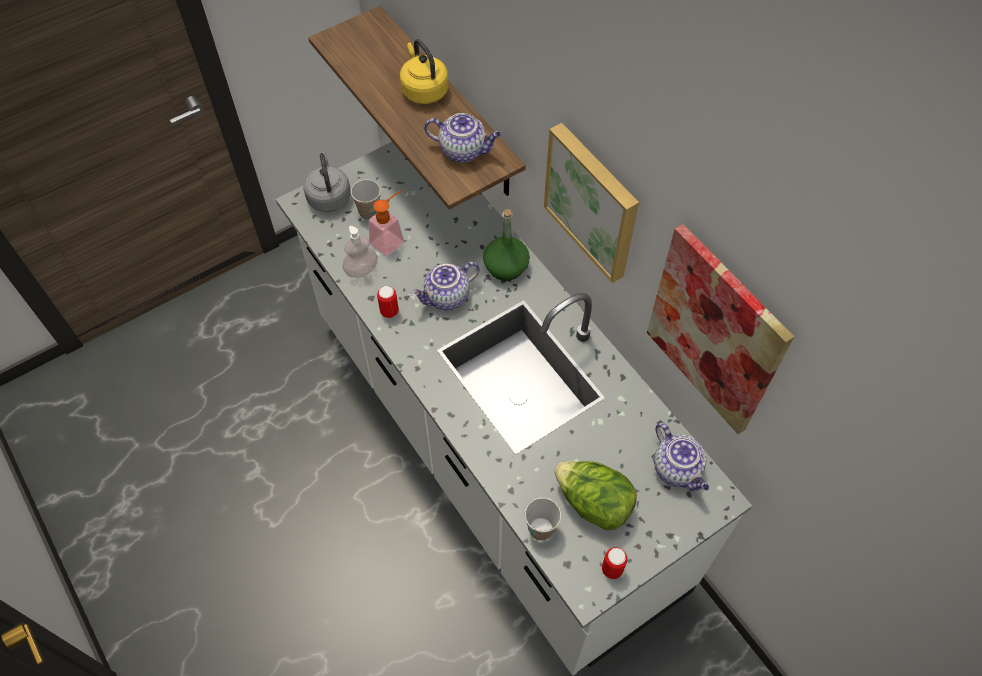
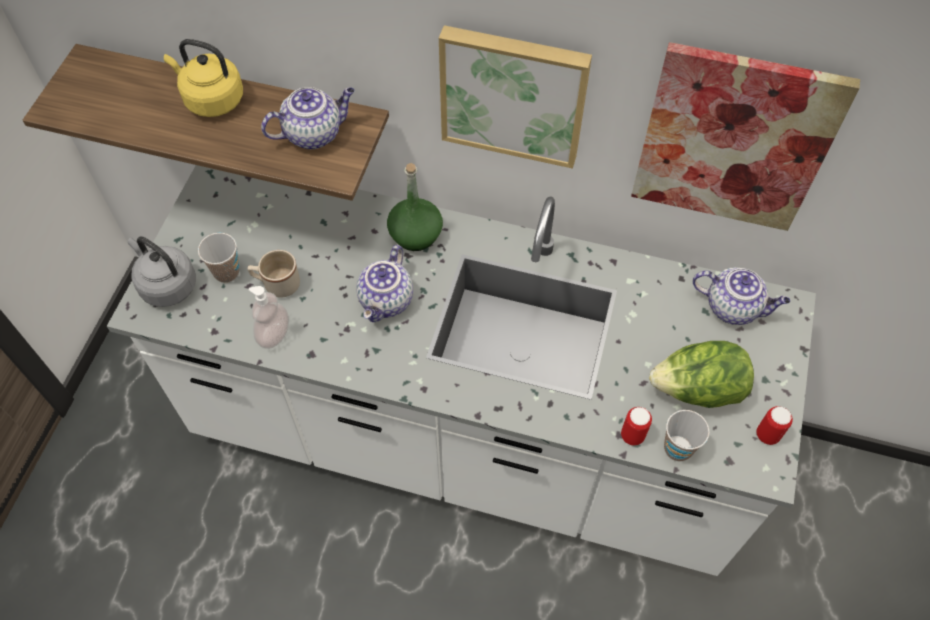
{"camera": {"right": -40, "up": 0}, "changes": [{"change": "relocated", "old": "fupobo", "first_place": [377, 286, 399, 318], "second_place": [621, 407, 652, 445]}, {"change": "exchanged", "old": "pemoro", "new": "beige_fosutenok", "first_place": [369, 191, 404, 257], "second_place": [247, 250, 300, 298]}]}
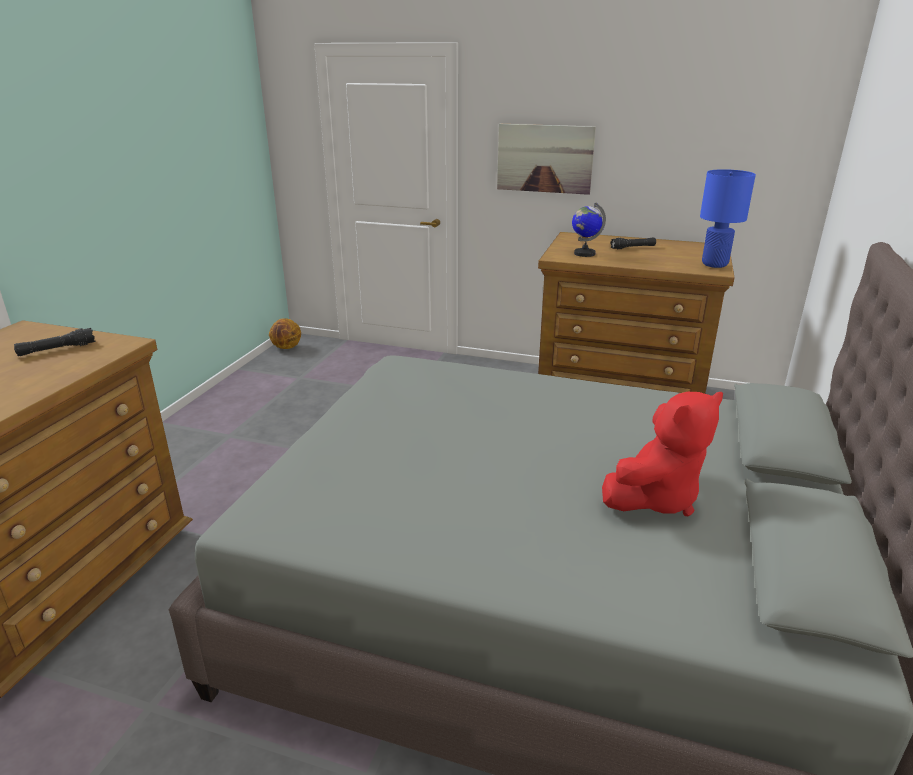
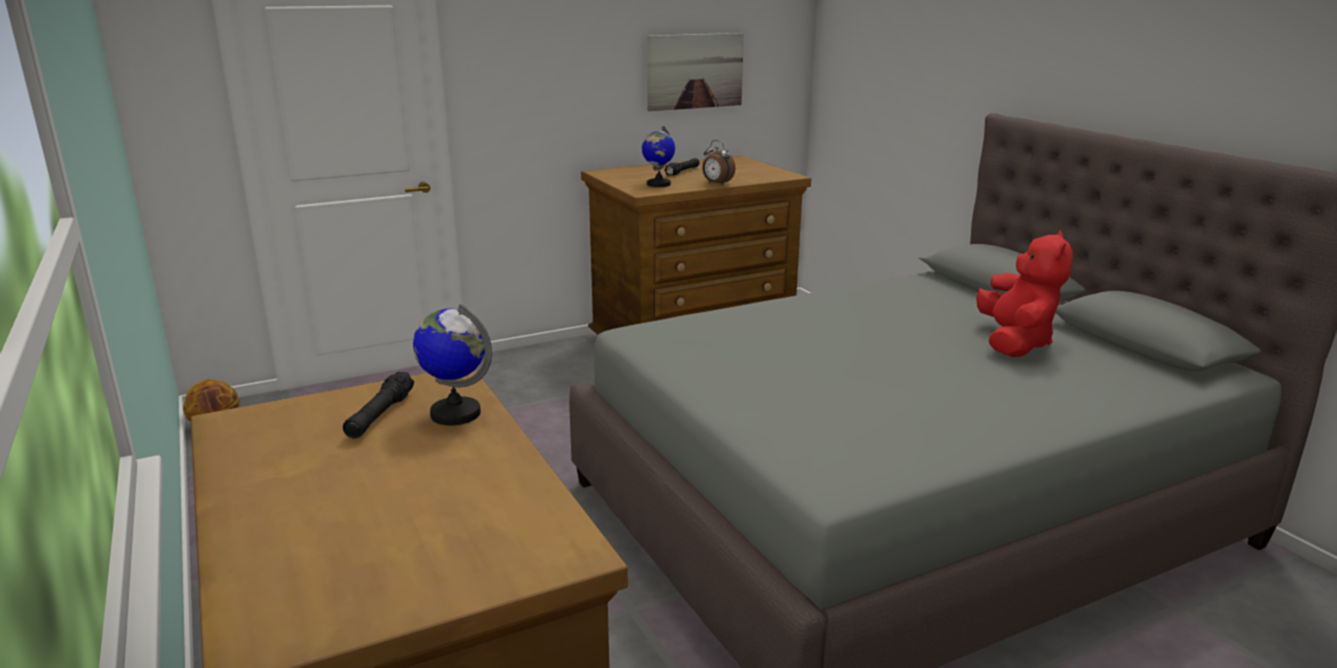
{"camera": {"right": -45, "up": -5}, "changes": [{"change": "missing", "old": "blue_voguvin", "first_place": [700, 169, 756, 268]}, {"change": "appeared", "new": "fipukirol", "second_place": [413, 304, 492, 425]}, {"change": "appeared", "new": "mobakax", "second_place": [702, 140, 736, 185]}, {"change": "relocated", "old": "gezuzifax", "first_place": [497, 124, 596, 195], "second_place": [647, 33, 744, 111]}]}
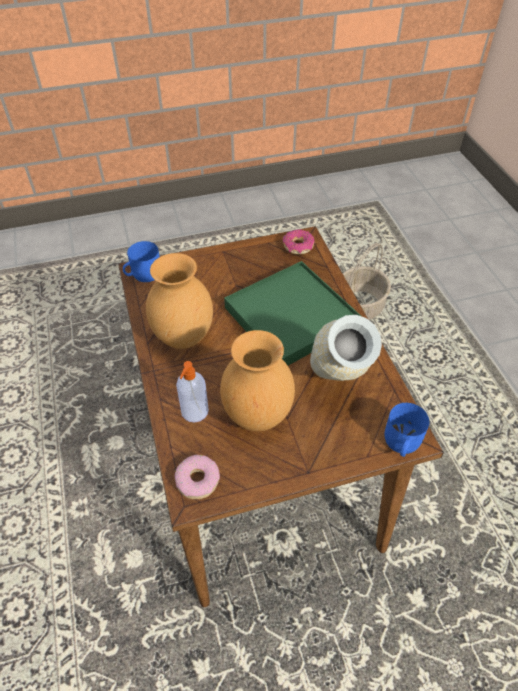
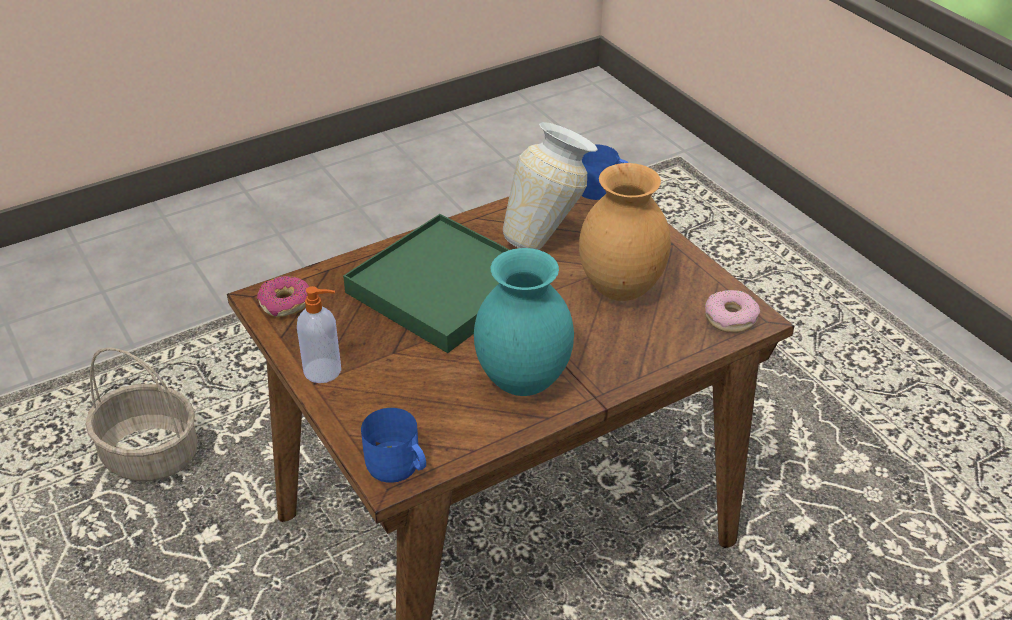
{"camera": {"right": -105, "up": -10}, "changes": [{"change": "relocated", "old": "pemoro", "first_place": [176, 361, 209, 423], "second_place": [297, 286, 341, 383]}, {"change": "colour", "old": "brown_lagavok", "new": "turquoise_lagavok", "first_place": [146, 253, 213, 349], "second_place": [474, 248, 574, 396]}]}
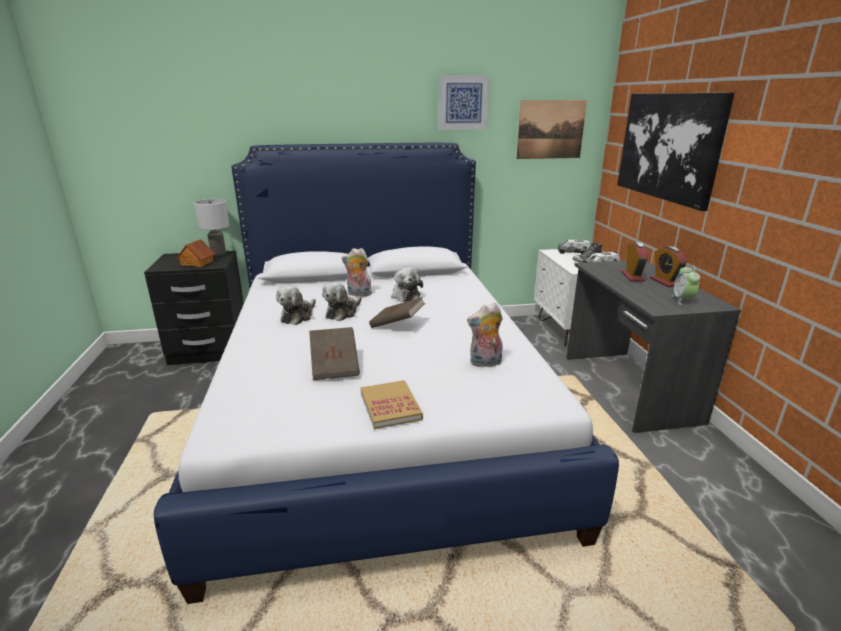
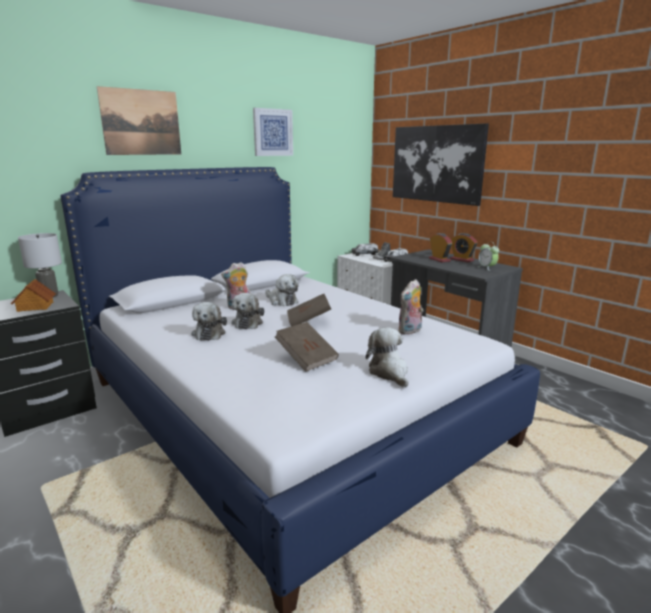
{"camera": {"right": -30, "up": -5}, "changes": [{"change": "relocated", "old": "gezuzifax", "first_place": [516, 100, 587, 159], "second_place": [97, 86, 181, 155]}, {"change": "exchanged", "old": "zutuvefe", "new": "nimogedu", "first_place": [361, 380, 423, 429], "second_place": [366, 327, 409, 387]}]}
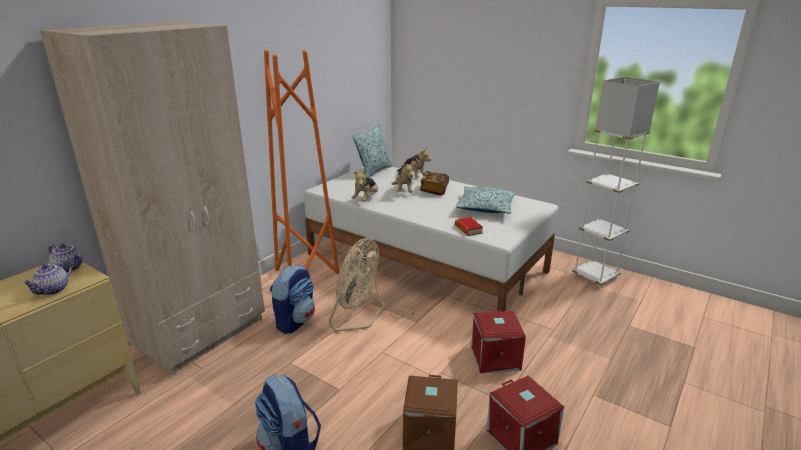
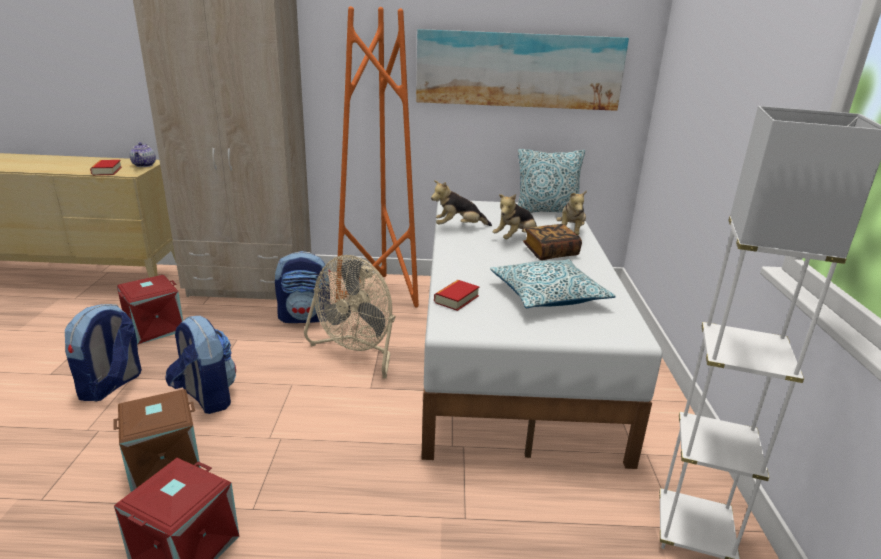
{"camera": {"right": 55, "up": 0}, "changes": [{"change": "appeared", "new": "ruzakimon", "second_place": [165, 316, 236, 414]}, {"change": "appeared", "new": "gezuzifax", "second_place": [416, 29, 629, 111]}, {"change": "relocated", "old": "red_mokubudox", "first_place": [471, 310, 526, 373], "second_place": [117, 275, 183, 345]}, {"change": "exchanged", "old": "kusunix", "new": "zutuvefe", "first_place": [22, 260, 72, 295], "second_place": [90, 160, 122, 175]}, {"change": "spun", "old": "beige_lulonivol", "first_place": [329, 238, 415, 333], "second_place": [304, 255, 396, 379], "degrees": -135}]}
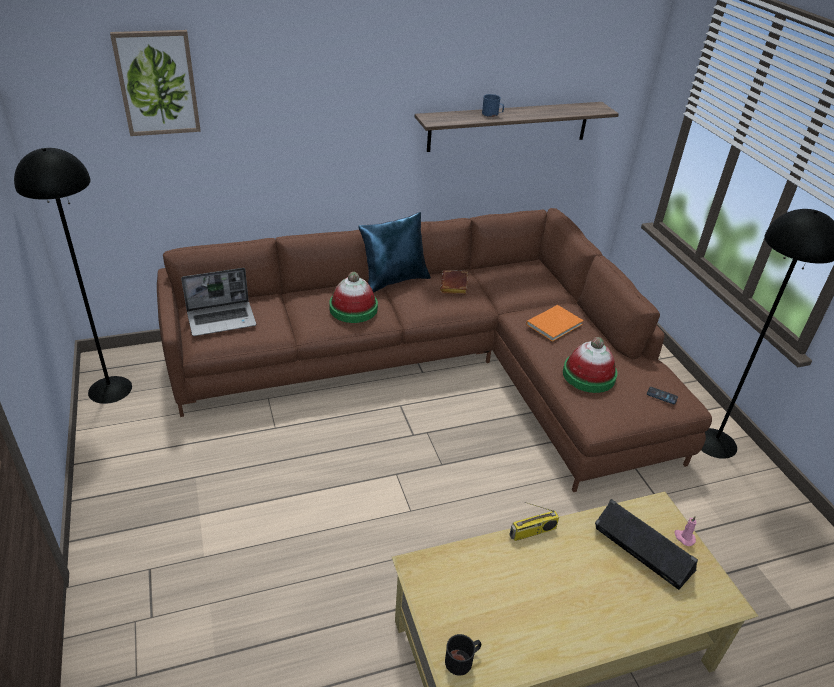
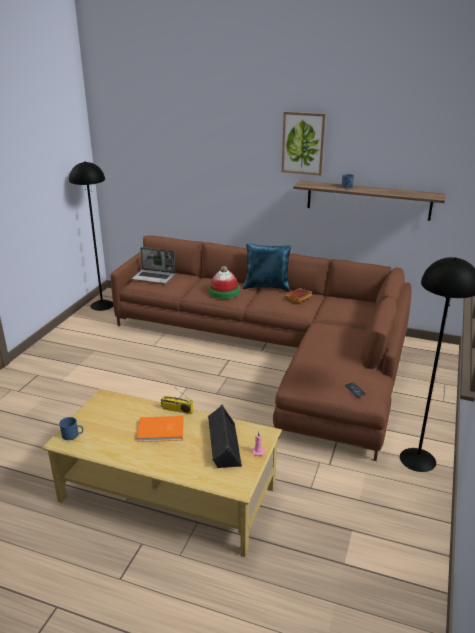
{"camera": {"right": 40, "up": -10}, "changes": [{"change": "missing", "old": "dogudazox", "first_place": [563, 337, 617, 393]}, {"change": "relocated", "old": "gezuzifax", "first_place": [110, 30, 201, 136], "second_place": [282, 111, 326, 175]}, {"change": "relocated", "old": "orange_zutuvefe", "first_place": [526, 305, 584, 342], "second_place": [137, 416, 184, 442]}, {"change": "colour", "old": "black_fosutenok", "new": "blue_fosutenok", "first_place": [445, 634, 481, 676], "second_place": [59, 417, 83, 440]}]}
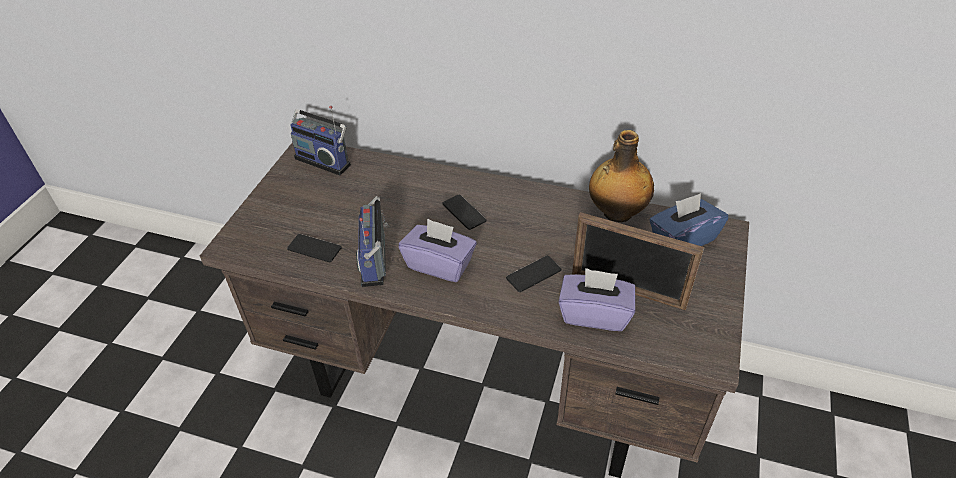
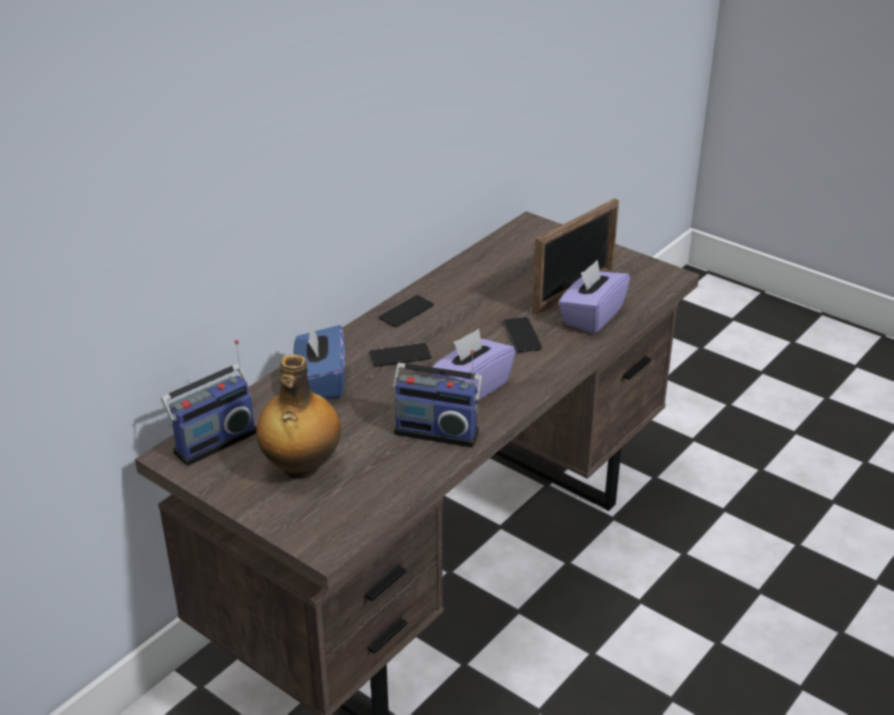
{"camera": {"right": -70, "up": -10}, "changes": [{"change": "relocated", "old": "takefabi", "first_place": [287, 234, 342, 262], "second_place": [379, 295, 434, 327]}, {"change": "relocated", "old": "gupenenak", "first_place": [589, 130, 654, 222], "second_place": [256, 354, 341, 479]}, {"change": "relocated", "old": "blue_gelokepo", "first_place": [649, 193, 728, 246], "second_place": [293, 322, 345, 399]}]}
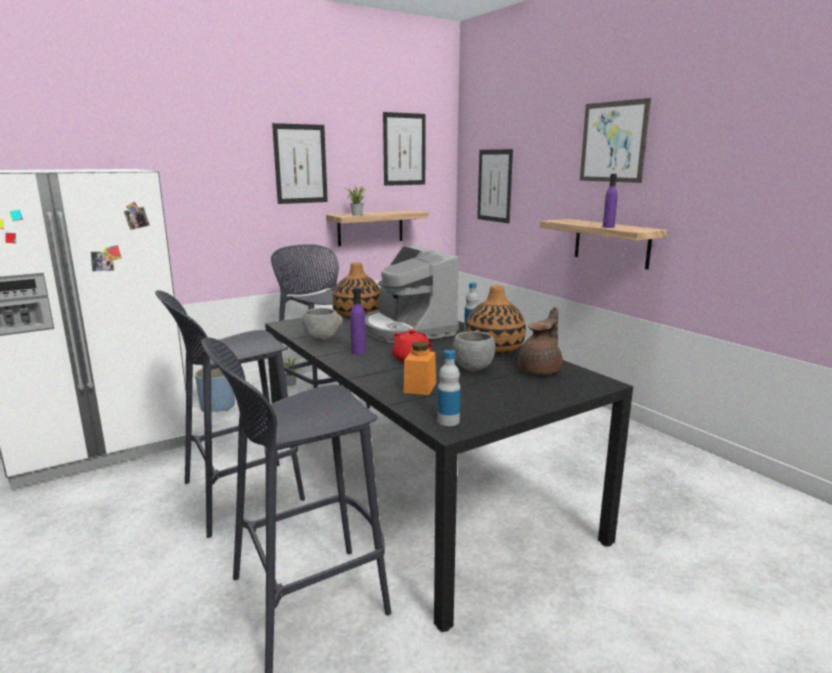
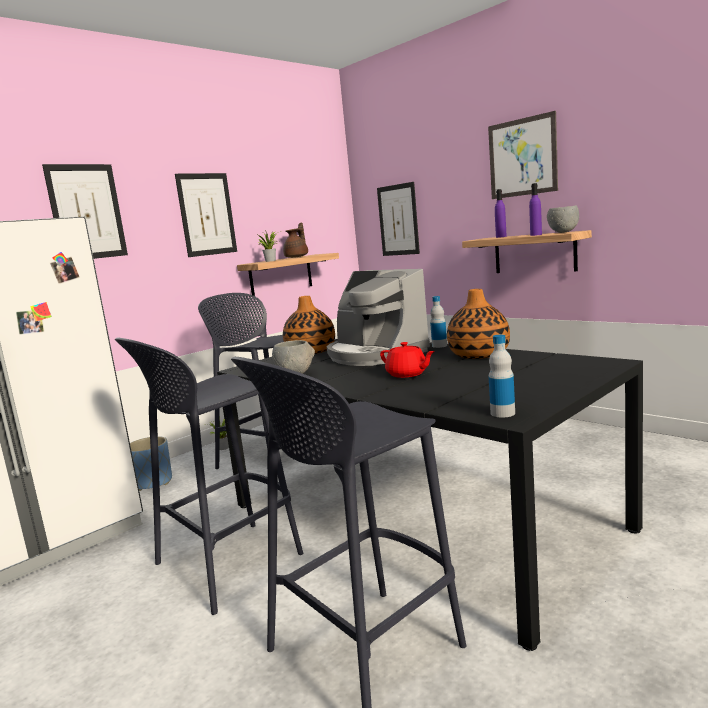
{"camera": {"right": -10, "up": -5}, "changes": [{"change": "missing", "old": "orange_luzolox", "first_place": [403, 341, 436, 395]}, {"change": "relocated", "old": "purple_gupenenak", "first_place": [350, 288, 366, 355], "second_place": [495, 189, 507, 238]}, {"change": "relocated", "old": "gezuzifax", "first_place": [383, 112, 426, 186], "second_place": [42, 164, 128, 259]}, {"change": "relocated", "old": "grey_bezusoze", "first_place": [452, 331, 495, 371], "second_place": [547, 205, 579, 233]}, {"change": "relocated", "old": "brown_kusunix", "first_place": [518, 307, 563, 374], "second_place": [283, 222, 308, 258]}]}
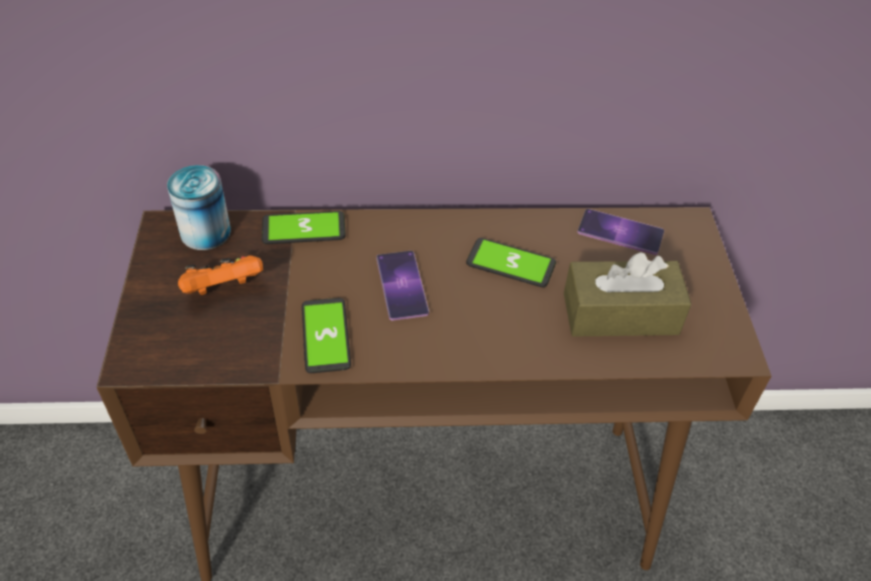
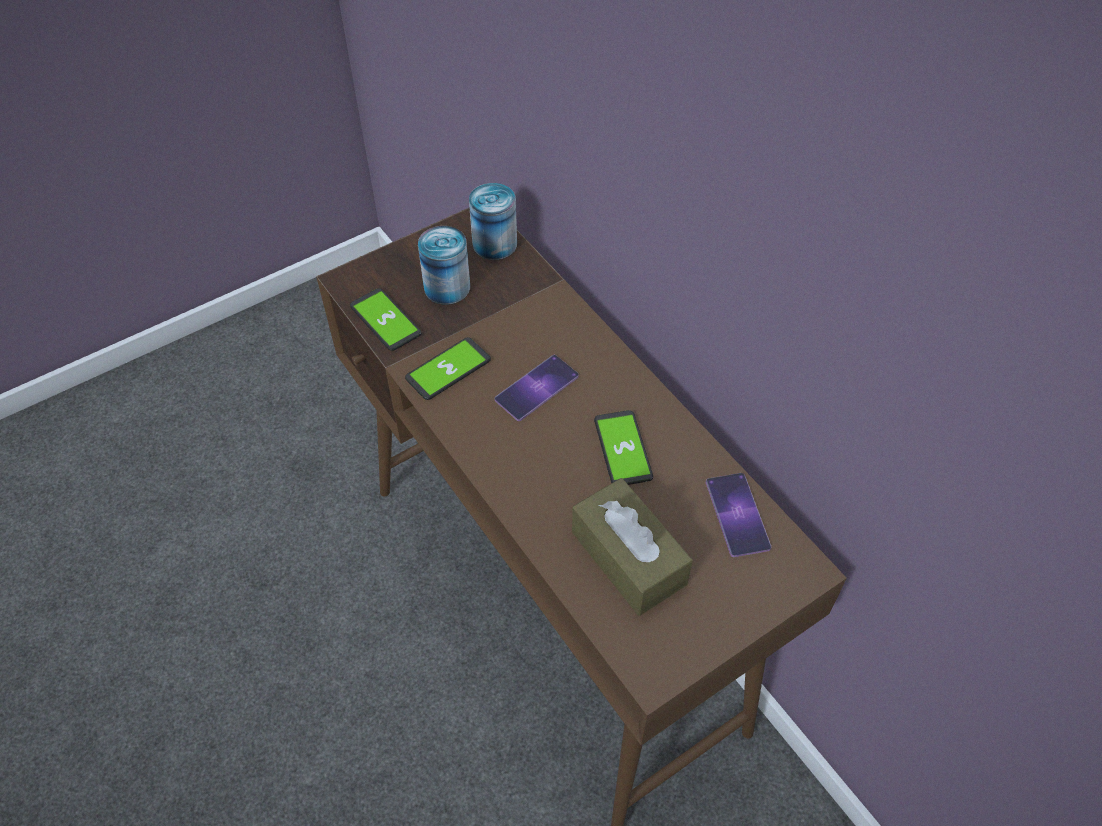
{"camera": {"right": 60, "up": 5}, "changes": [{"change": "relocated", "old": "takefabi", "first_place": [262, 211, 346, 244], "second_place": [350, 288, 422, 351]}, {"change": "exchanged", "old": "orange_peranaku", "new": "fupobo", "first_place": [178, 256, 263, 295], "second_place": [418, 226, 470, 305]}]}
